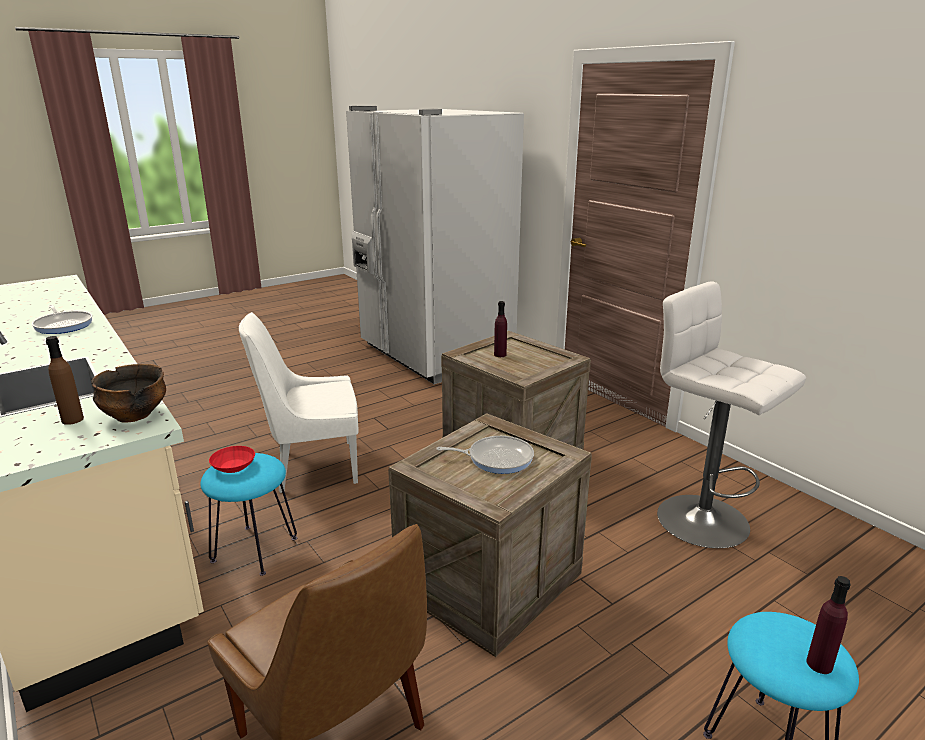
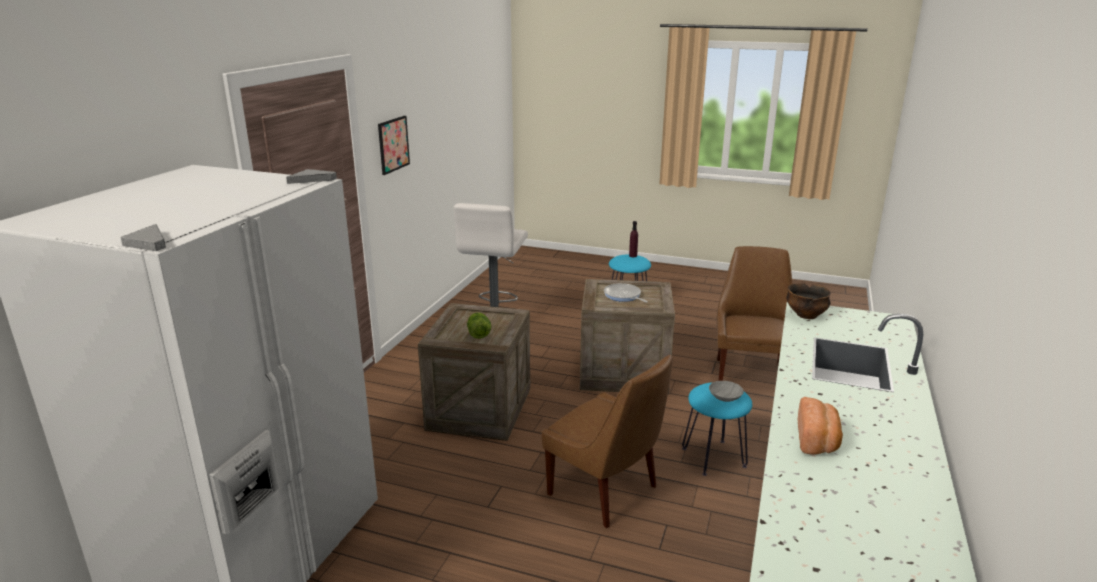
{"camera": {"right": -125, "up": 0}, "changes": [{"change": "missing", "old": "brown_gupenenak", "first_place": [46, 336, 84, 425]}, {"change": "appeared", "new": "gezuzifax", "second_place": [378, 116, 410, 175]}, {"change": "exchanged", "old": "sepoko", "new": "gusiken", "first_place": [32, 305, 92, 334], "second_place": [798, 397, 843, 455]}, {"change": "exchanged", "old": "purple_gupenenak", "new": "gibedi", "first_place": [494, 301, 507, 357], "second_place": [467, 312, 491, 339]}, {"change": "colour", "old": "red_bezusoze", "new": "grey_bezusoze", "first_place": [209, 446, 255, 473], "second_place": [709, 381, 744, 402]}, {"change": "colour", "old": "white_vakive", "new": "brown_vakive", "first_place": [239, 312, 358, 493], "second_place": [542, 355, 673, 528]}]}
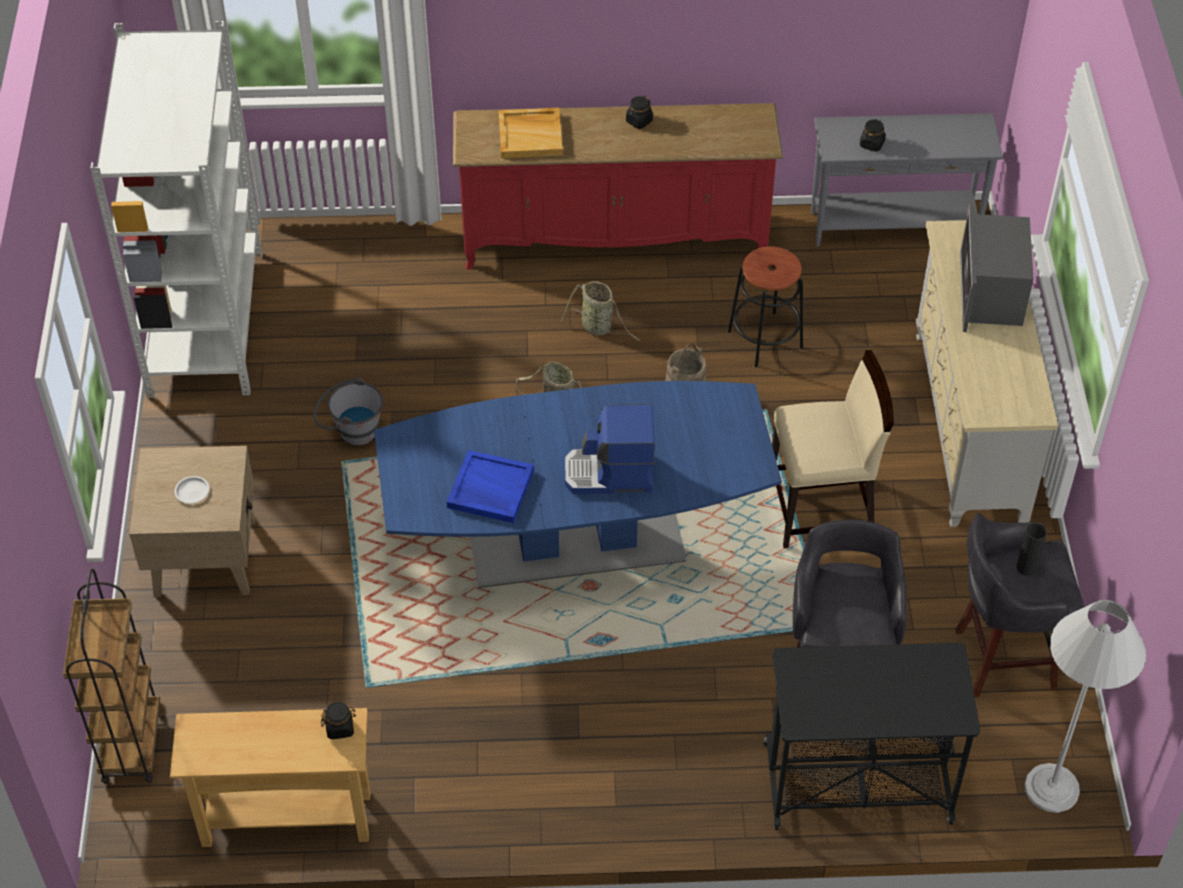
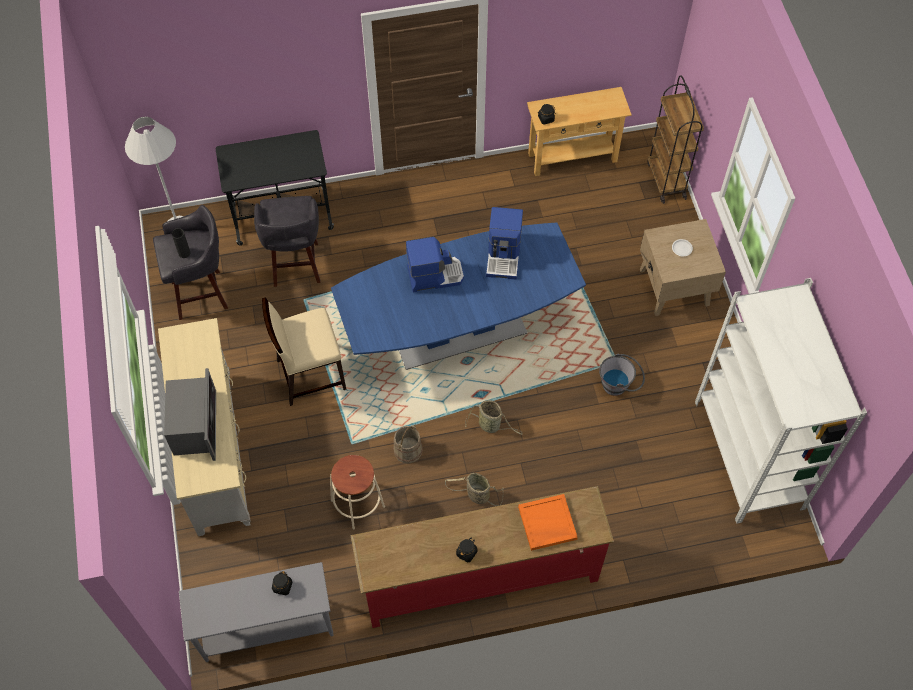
{"camera": {"right": 170, "up": 10}, "changes": [{"change": "exchanged", "old": "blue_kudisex", "new": "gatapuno", "first_place": [447, 450, 534, 523], "second_place": [486, 207, 523, 280]}, {"change": "colour", "old": "beige_kudisex", "new": "orange_kudisex", "first_place": [498, 108, 563, 158], "second_place": [518, 494, 578, 551]}, {"change": "colour", "old": "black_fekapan", "new": "beige_fekapan", "first_place": [728, 246, 803, 367], "second_place": [330, 455, 385, 530]}]}
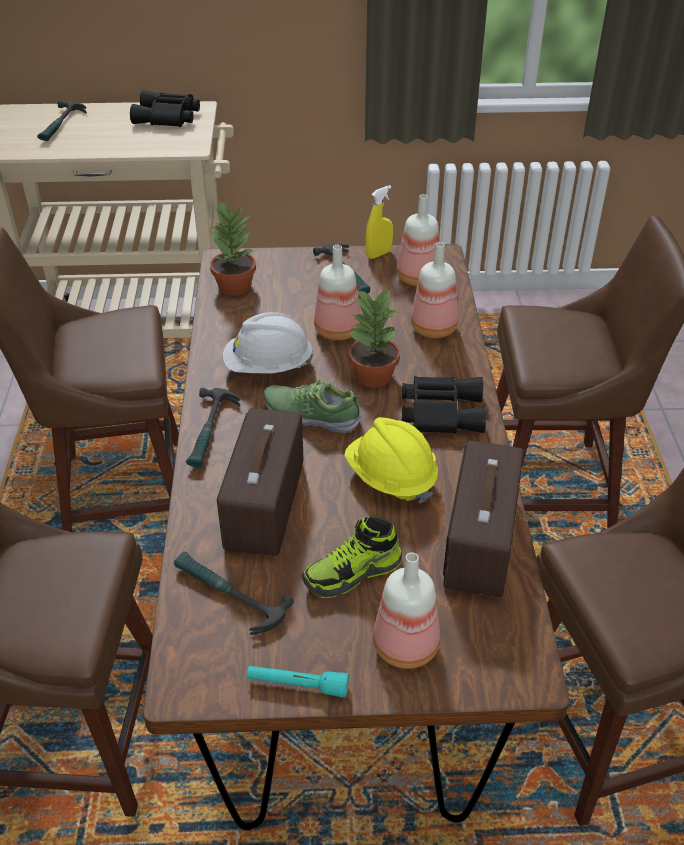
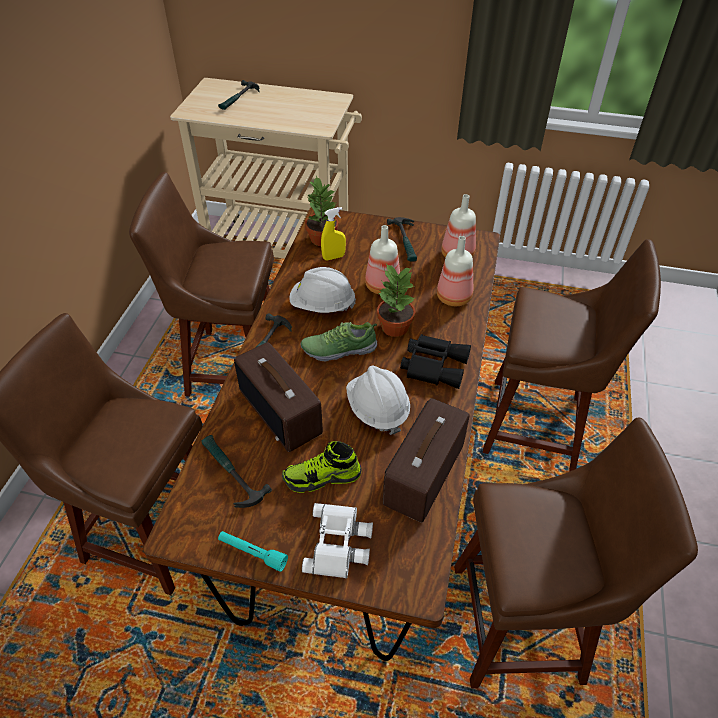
{"camera": {"right": 15, "up": 5}, "changes": [{"change": "missing", "old": "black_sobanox", "first_place": [130, 90, 200, 127]}, {"change": "relocated", "old": "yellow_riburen", "first_place": [365, 185, 393, 259], "second_place": [321, 207, 346, 260]}, {"change": "exchanged", "old": "gupenenak", "new": "white_sobanox", "first_place": [373, 552, 440, 669], "second_place": [302, 503, 373, 578]}, {"change": "colour", "old": "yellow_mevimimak", "new": "white_mevimimak", "first_place": [344, 417, 438, 504], "second_place": [346, 365, 410, 435]}, {"change": "spun", "old": "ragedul", "first_place": [217, 408, 303, 556], "second_place": [234, 342, 323, 452], "degrees": -60}, {"change": "spun", "old": "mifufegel", "first_place": [263, 380, 361, 434], "second_place": [301, 322, 377, 361], "degrees": -45}]}
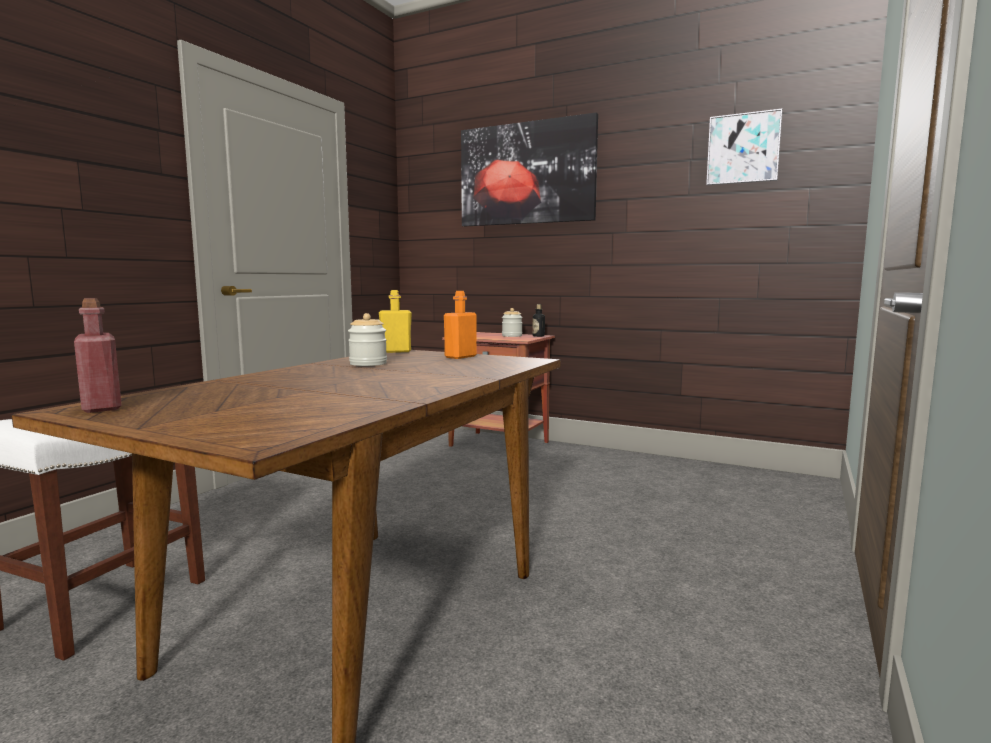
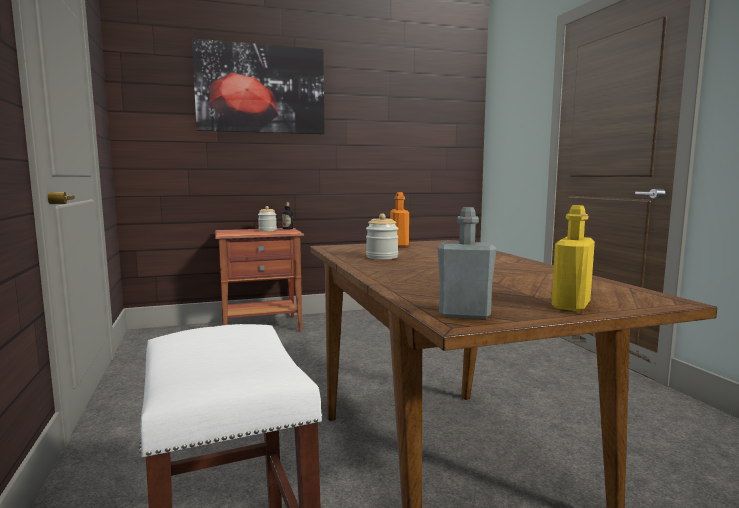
{"camera": {"right": -45, "up": 0}, "changes": [{"change": "missing", "old": "gezuzifax", "first_place": [706, 109, 782, 185]}, {"change": "relocated", "old": "yellow_gupenenak", "first_place": [379, 290, 412, 353], "second_place": [552, 205, 595, 311]}, {"change": "colour", "old": "red_gupenenak", "new": "grey_gupenenak", "first_place": [74, 298, 122, 413], "second_place": [438, 207, 497, 319]}]}
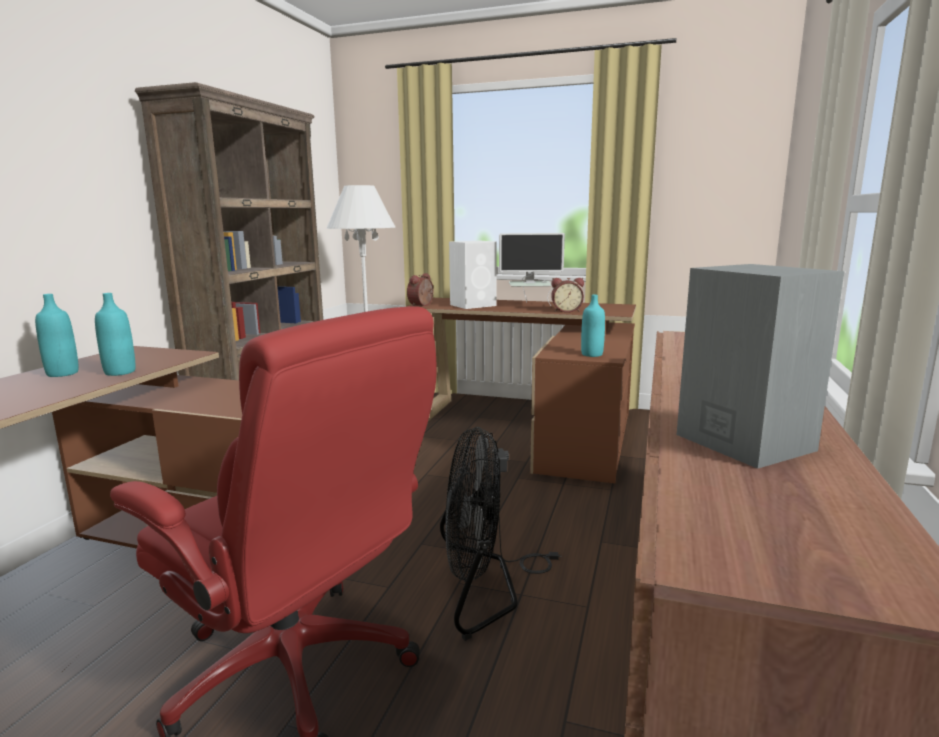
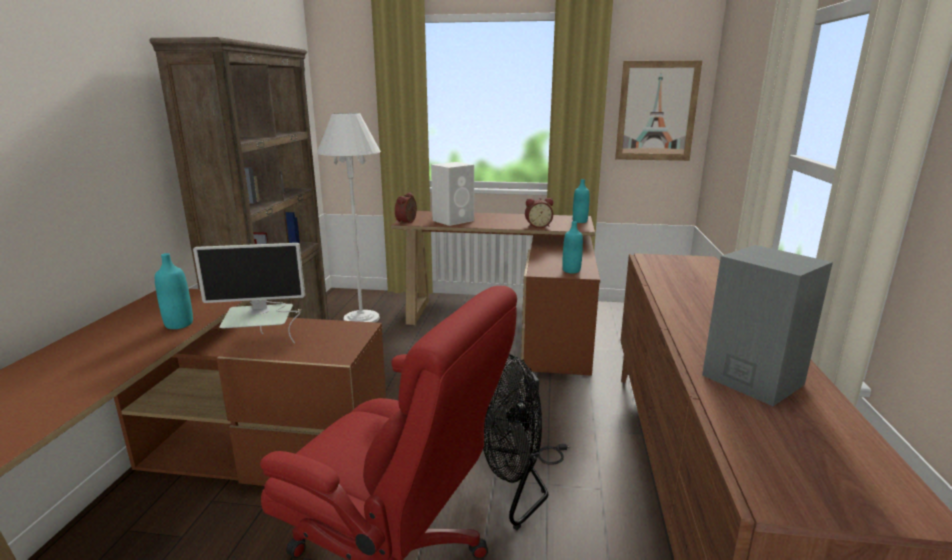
{"camera": {"right": -10, "up": 5}, "changes": [{"change": "appeared", "new": "gezuzifax", "second_place": [615, 61, 702, 161]}, {"change": "relocated", "old": "turquoise_gupenenak", "first_place": [35, 294, 79, 377], "second_place": [573, 179, 590, 223]}, {"change": "relocated", "old": "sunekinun", "first_place": [499, 233, 565, 306], "second_place": [193, 243, 305, 343]}]}
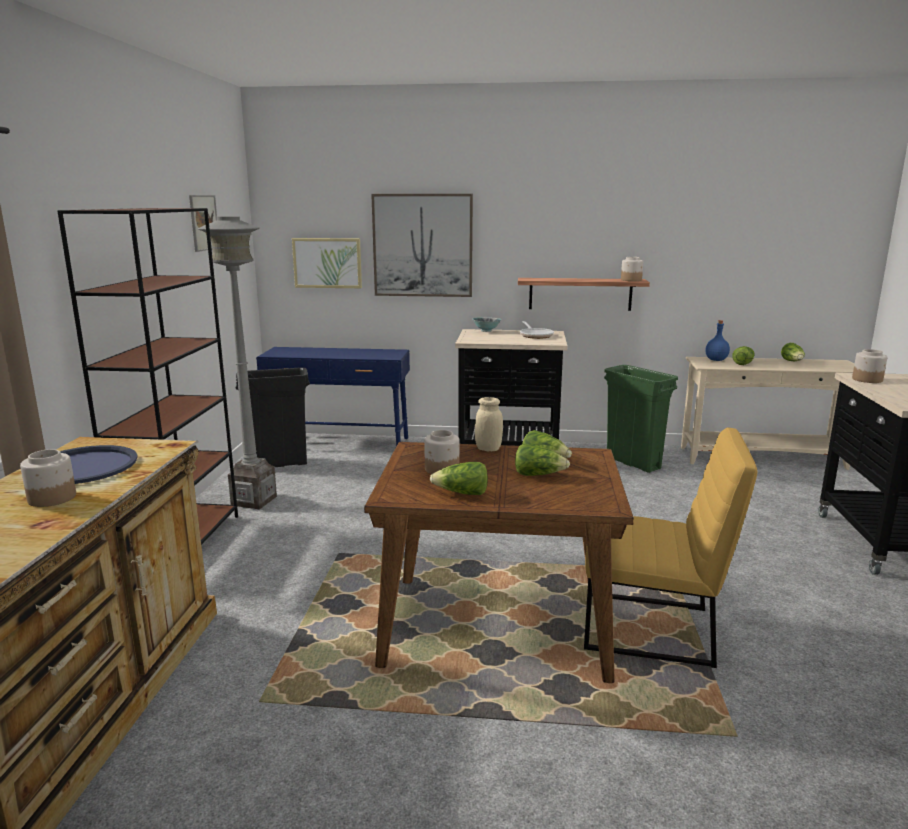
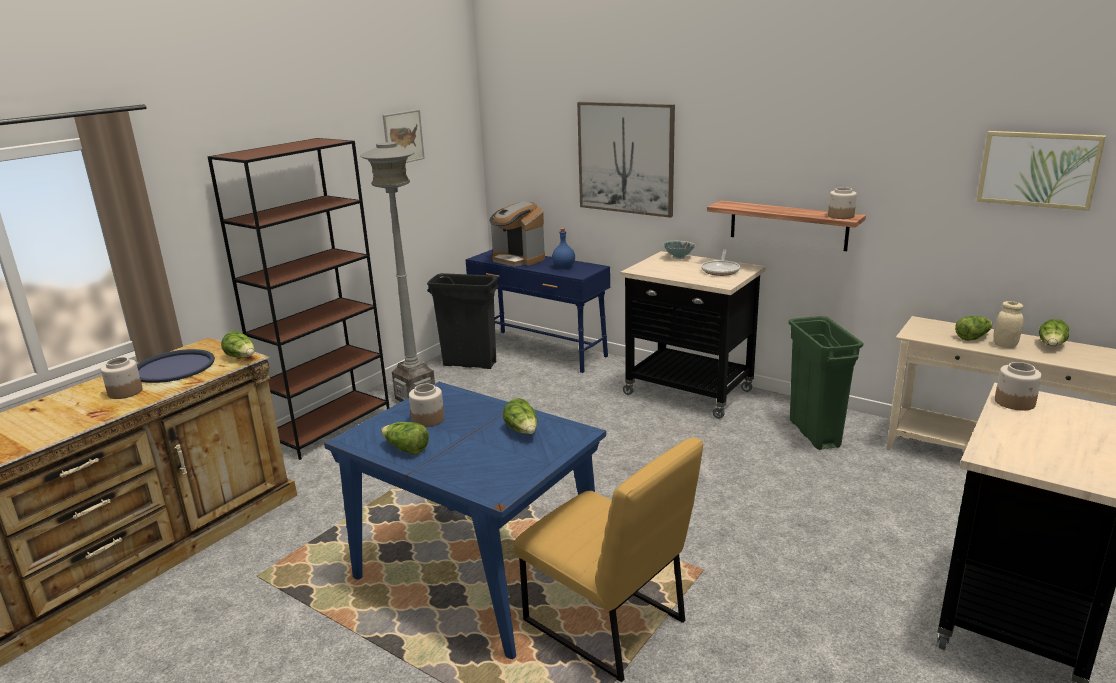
{"camera": {"right": 30, "up": 5}, "changes": [{"change": "appeared", "new": "gatapuno", "second_place": [489, 202, 545, 267]}, {"change": "relocated", "old": "gezuzifax", "first_place": [292, 238, 362, 288], "second_place": [977, 131, 1106, 211]}, {"change": "relocated", "old": "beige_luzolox", "first_place": [475, 397, 503, 451], "second_place": [993, 301, 1024, 348]}, {"change": "relocated", "old": "gibedi", "first_place": [515, 444, 570, 476], "second_place": [221, 331, 255, 358]}, {"change": "relocated", "old": "blue_gupenenak", "first_place": [705, 320, 730, 361], "second_place": [552, 228, 575, 268]}, {"change": "colour", "old": "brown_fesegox", "new": "blue_fesegox", "first_place": [364, 442, 634, 683], "second_place": [324, 382, 606, 659]}]}
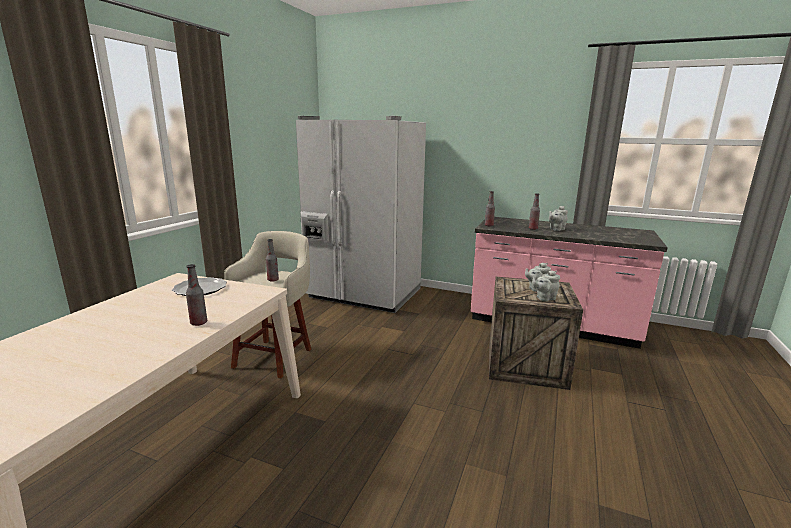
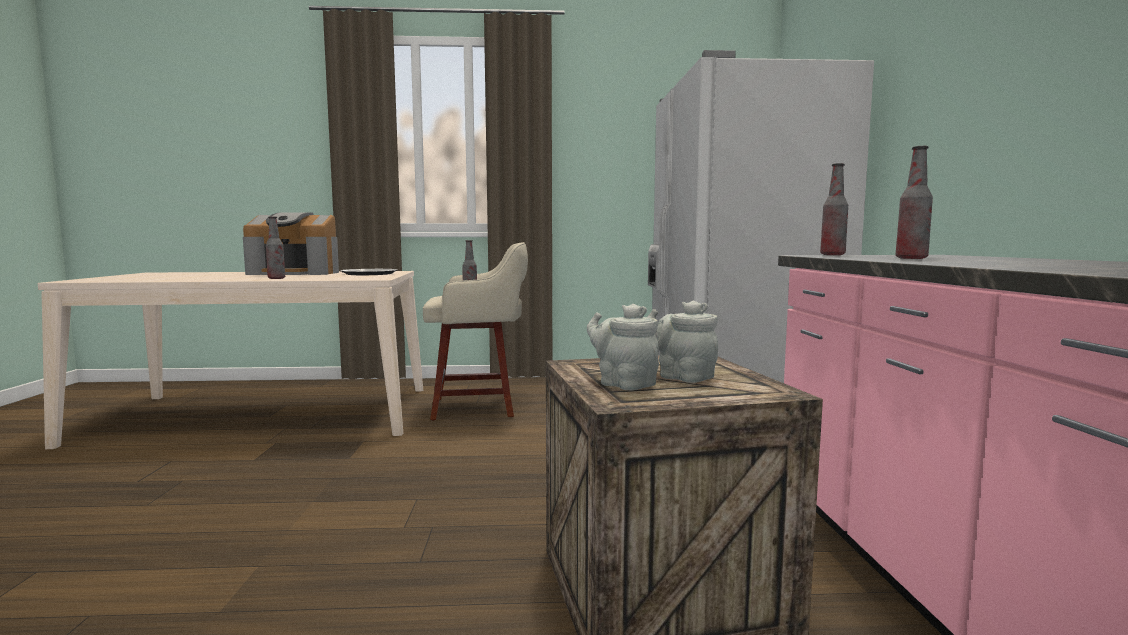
{"camera": {"right": 65, "up": -10}, "changes": [{"change": "missing", "old": "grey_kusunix", "first_place": [549, 206, 568, 231]}, {"change": "appeared", "new": "gatapuno", "second_place": [243, 212, 339, 275]}]}
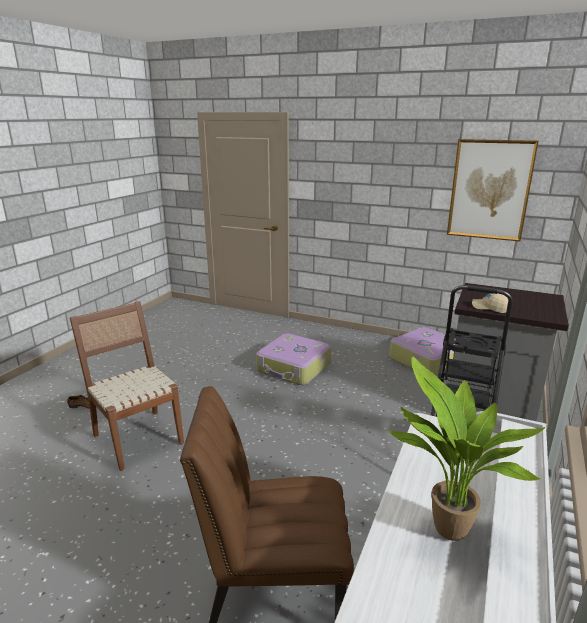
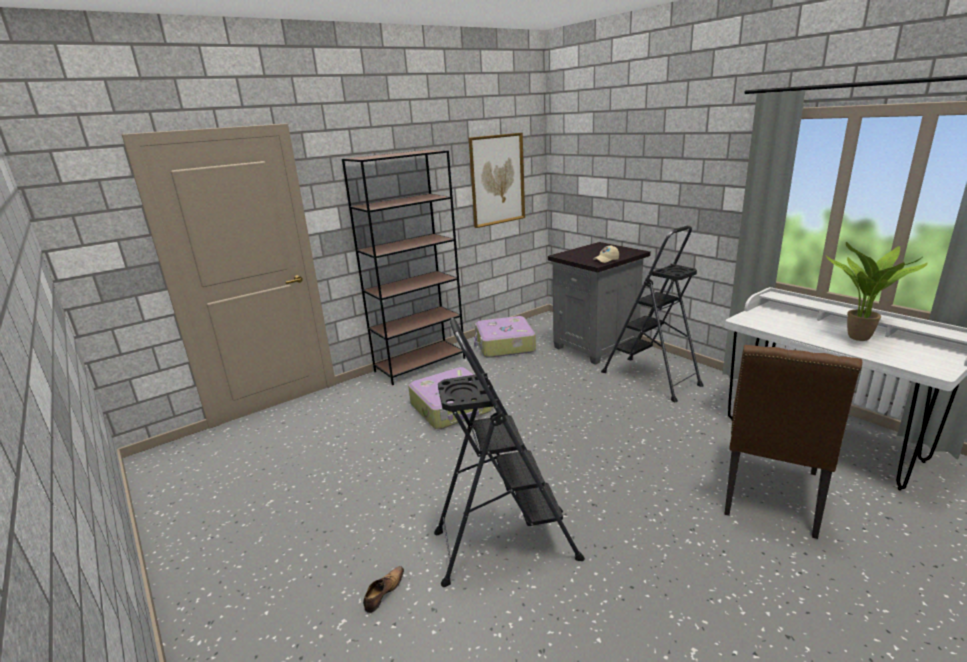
{"camera": {"right": -60, "up": 0}, "changes": [{"change": "appeared", "new": "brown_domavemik", "second_place": [342, 150, 465, 385]}, {"change": "exchanged", "old": "vakive", "new": "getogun", "first_place": [70, 301, 184, 471], "second_place": [434, 318, 585, 587]}]}
